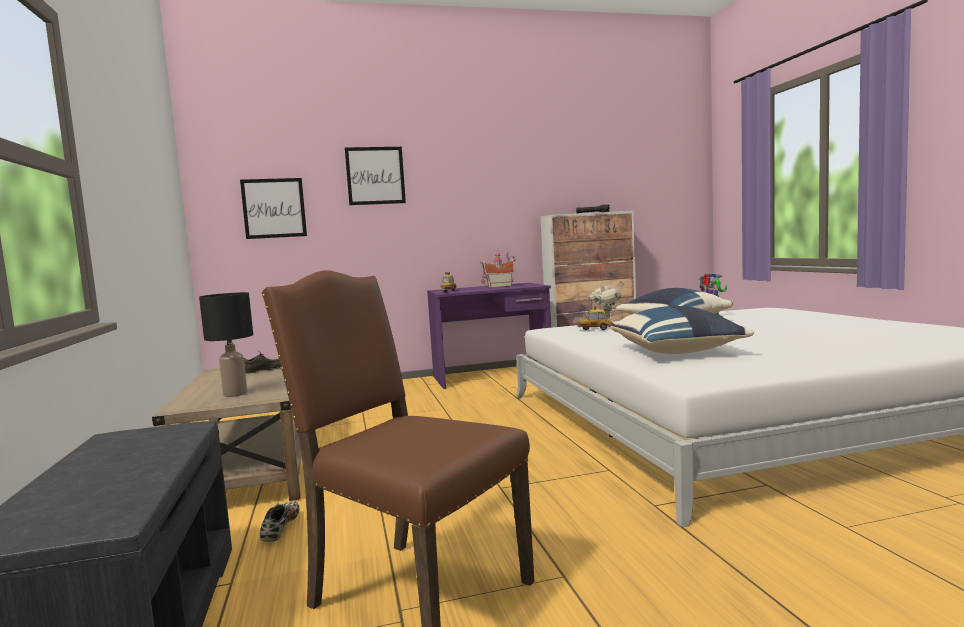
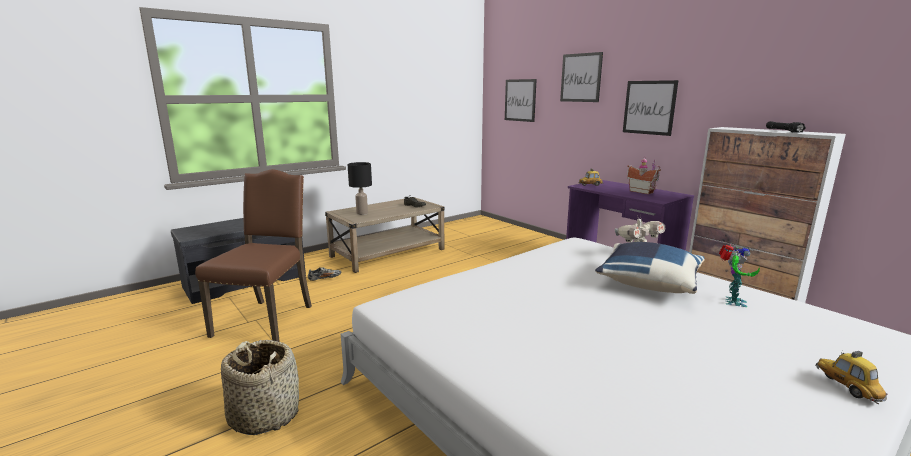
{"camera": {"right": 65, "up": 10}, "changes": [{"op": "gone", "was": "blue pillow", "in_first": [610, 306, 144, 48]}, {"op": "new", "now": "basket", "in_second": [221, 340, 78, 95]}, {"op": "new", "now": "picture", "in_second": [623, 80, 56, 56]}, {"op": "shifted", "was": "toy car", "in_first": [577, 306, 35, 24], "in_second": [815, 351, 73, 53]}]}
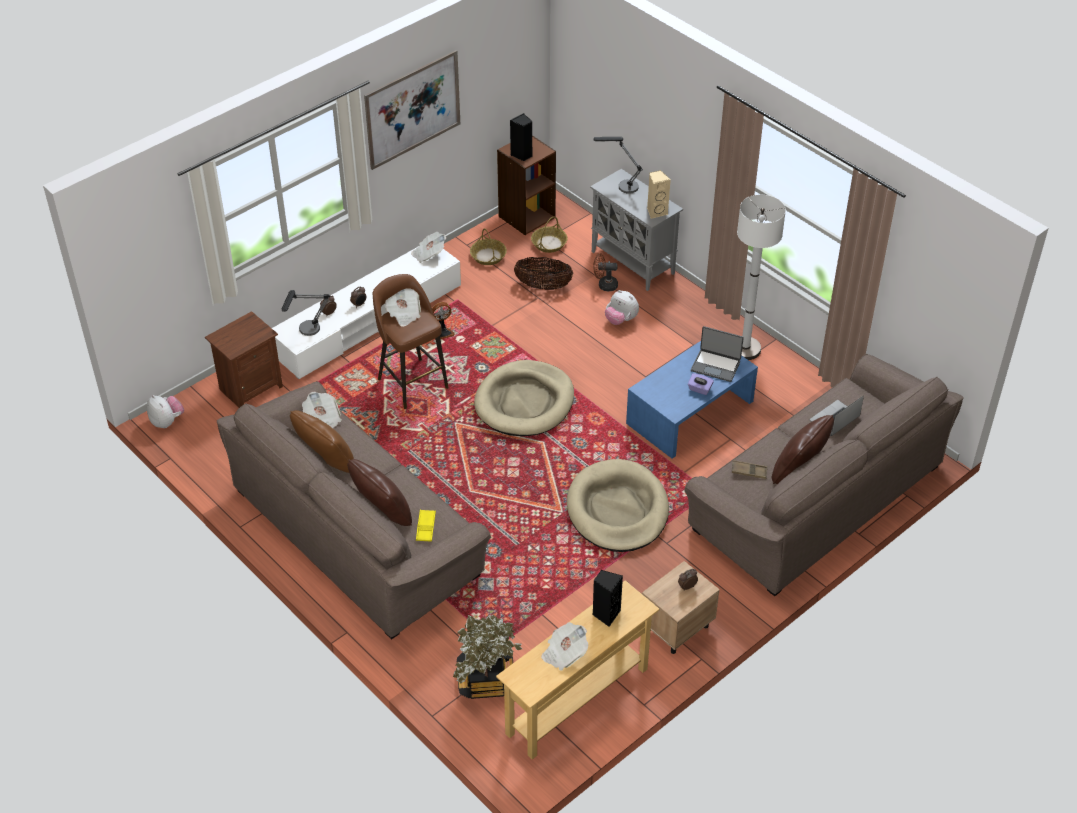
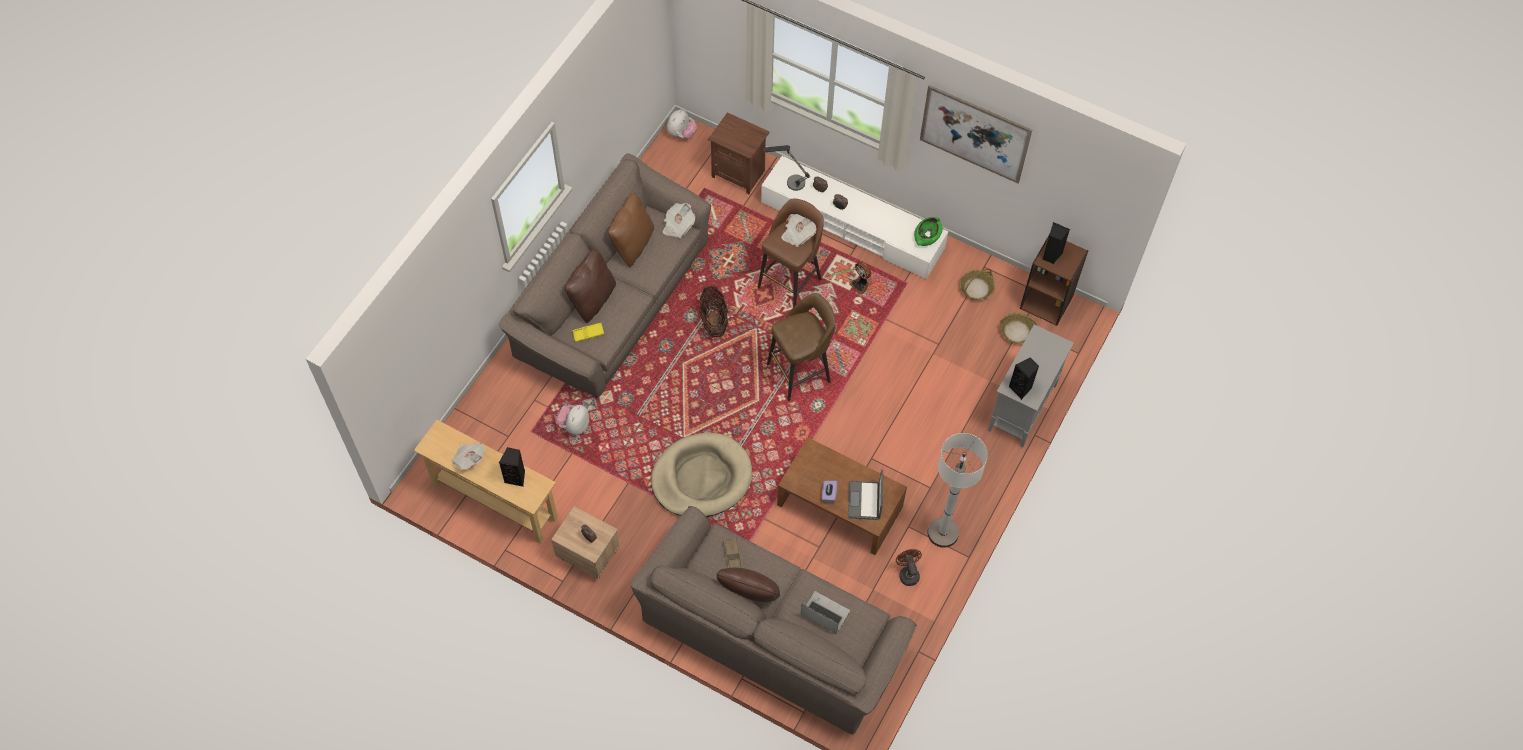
{"camera": {"right": 70, "up": 15}, "changes": [{"op": "gone", "was": "potted plant", "in_first": [453, 615, 69, 84]}, {"op": "gone", "was": "table lamp", "in_first": [593, 137, 50, 57]}, {"op": "shifted", "was": "basket", "in_first": [514, 257, 59, 33], "in_second": [700, 286, 28, 52]}, {"op": "shifted", "was": "brown fan", "in_first": [593, 253, 25, 38], "in_second": [896, 549, 26, 37]}, {"op": "shifted", "was": "plush toy", "in_first": [605, 290, 34, 35], "in_second": [555, 405, 34, 30]}, {"op": "swapped", "was": "newspaper", "now": "green bowl", "in_first": [411, 232, 35, 31], "in_second": [914, 217, 29, 29]}, {"op": "swapped", "was": "beige dog bed", "now": "brown stool", "in_first": [474, 360, 100, 76], "in_second": [767, 293, 69, 108]}, {"op": "repainted", "was": "blue coffee table", "now": "brown coffee table", "in_first": [626, 341, 132, 117], "in_second": [777, 437, 130, 118]}, {"op": "repainted", "was": "beige speaker", "now": "black speaker", "in_first": [647, 170, 24, 49], "in_second": [1009, 357, 30, 43]}]}
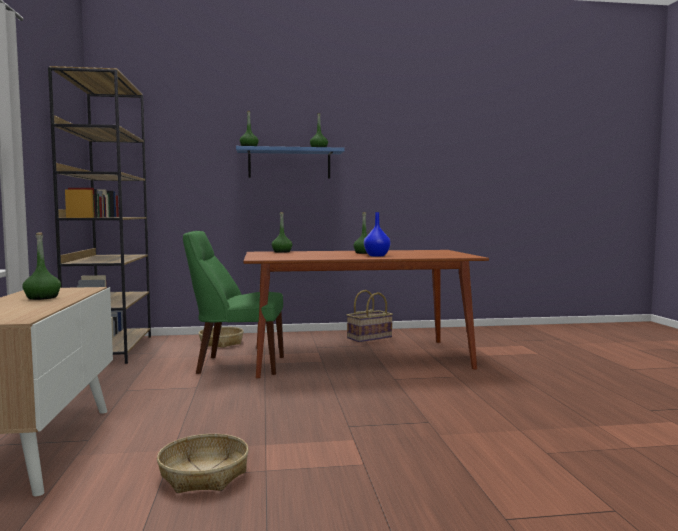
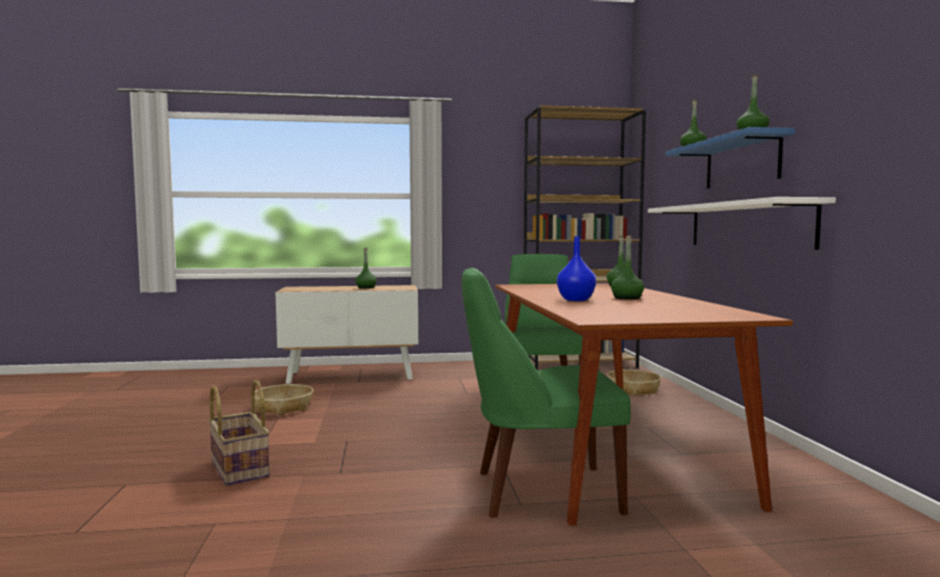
{"camera": {"right": 90, "up": 0}, "changes": [{"op": "new", "now": "green chair", "in_second": [462, 268, 169, 250]}, {"op": "new", "now": "white shelf", "in_second": [648, 197, 188, 53]}, {"op": "shifted", "was": "basket", "in_first": [347, 290, 46, 52], "in_second": [208, 380, 62, 106]}]}
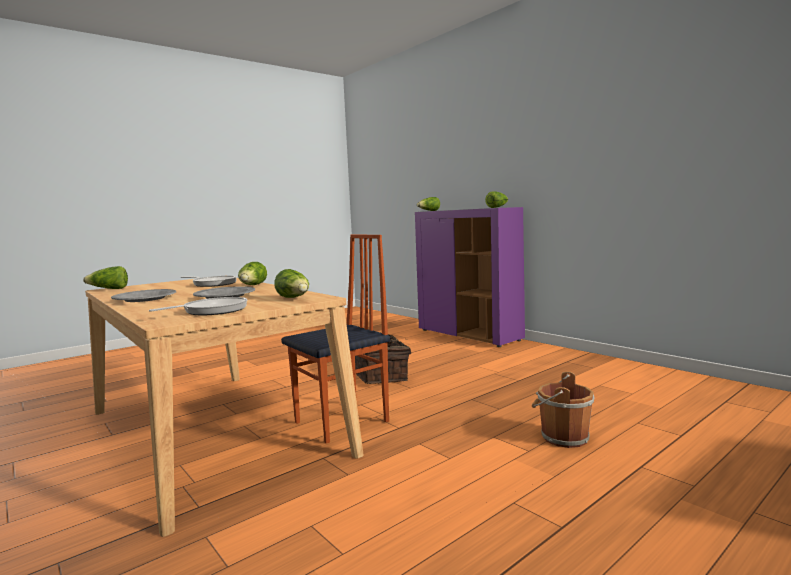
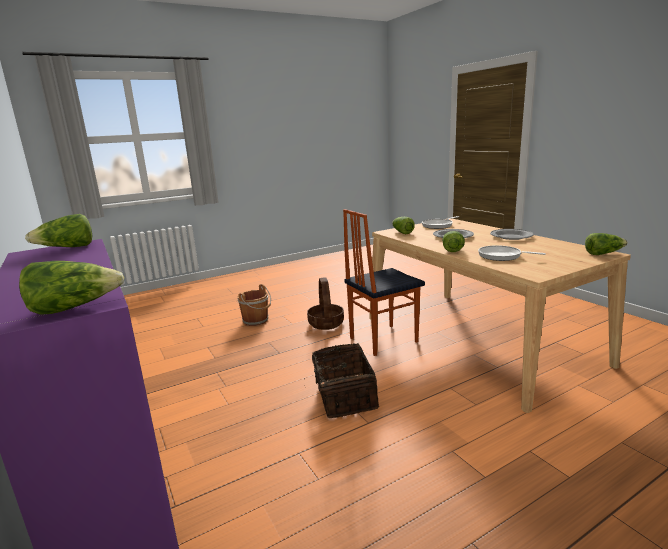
{"camera": {"right": -170, "up": 10}, "changes": [{"op": "new", "now": "basket", "in_second": [307, 278, 37, 52]}]}
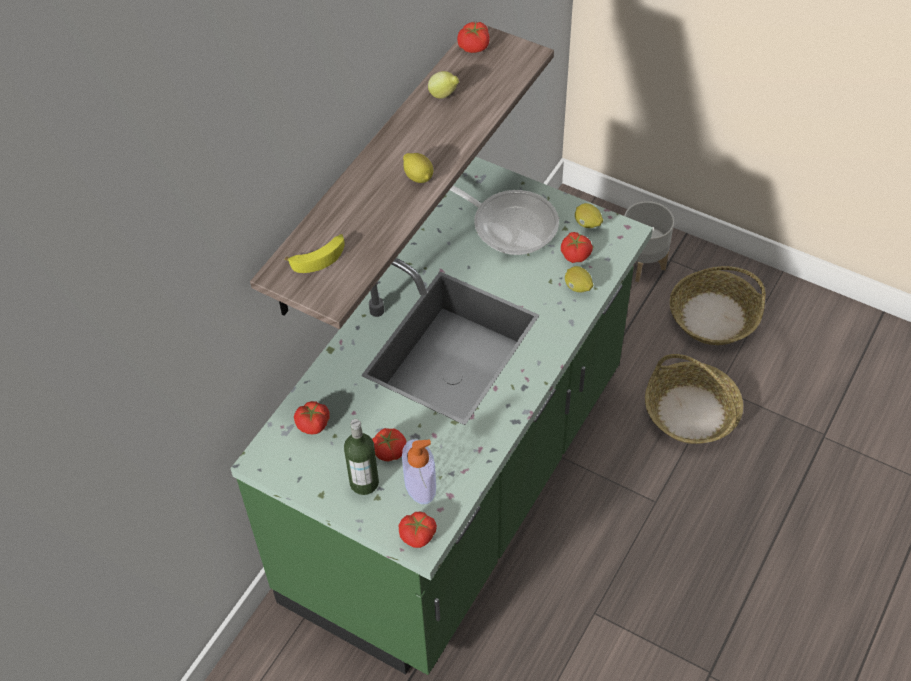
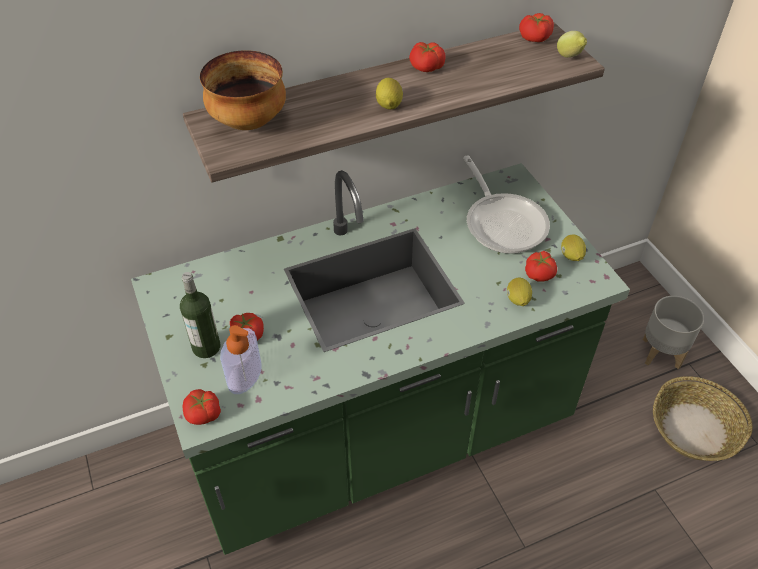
{"camera": {"right": 35, "up": -5}, "changes": [{"op": "gone", "was": "basket", "in_first": [645, 354, 98, 90]}, {"op": "shifted", "was": "tomato", "in_first": [294, 401, 36, 34], "in_second": [409, 42, 37, 30]}, {"op": "shifted", "was": "lemon", "in_first": [428, 71, 31, 28], "in_second": [557, 31, 30, 27]}, {"op": "swapped", "was": "banana", "now": "bowl", "in_first": [285, 234, 60, 39], "in_second": [200, 50, 86, 80]}]}
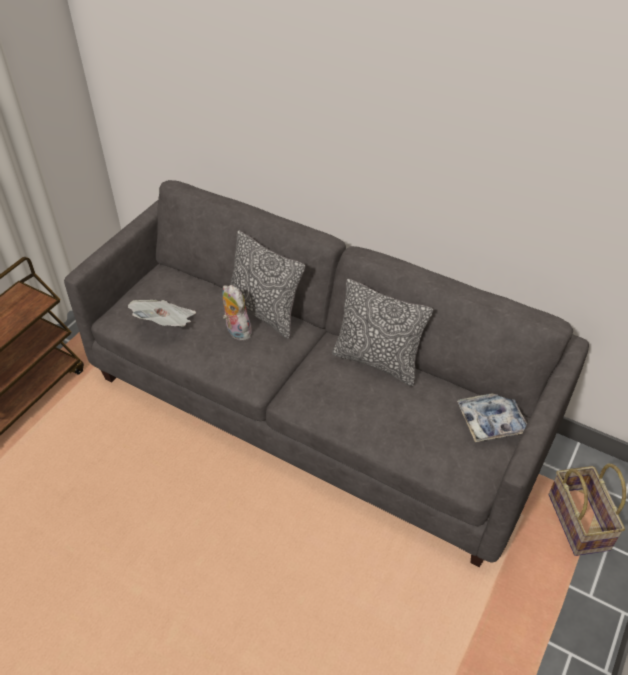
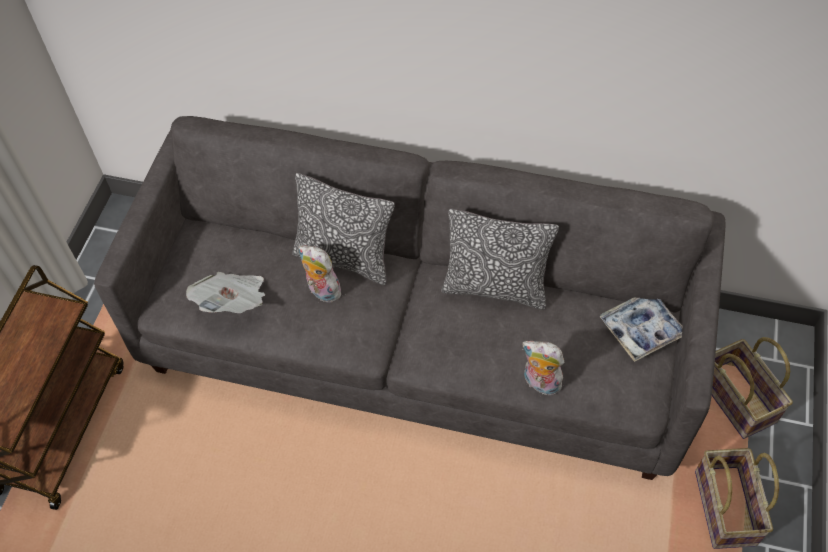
{"camera": {"right": -15, "up": 10}, "changes": [{"op": "new", "now": "plush toy", "in_second": [523, 341, 41, 54]}, {"op": "new", "now": "basket", "in_second": [695, 448, 84, 101]}]}
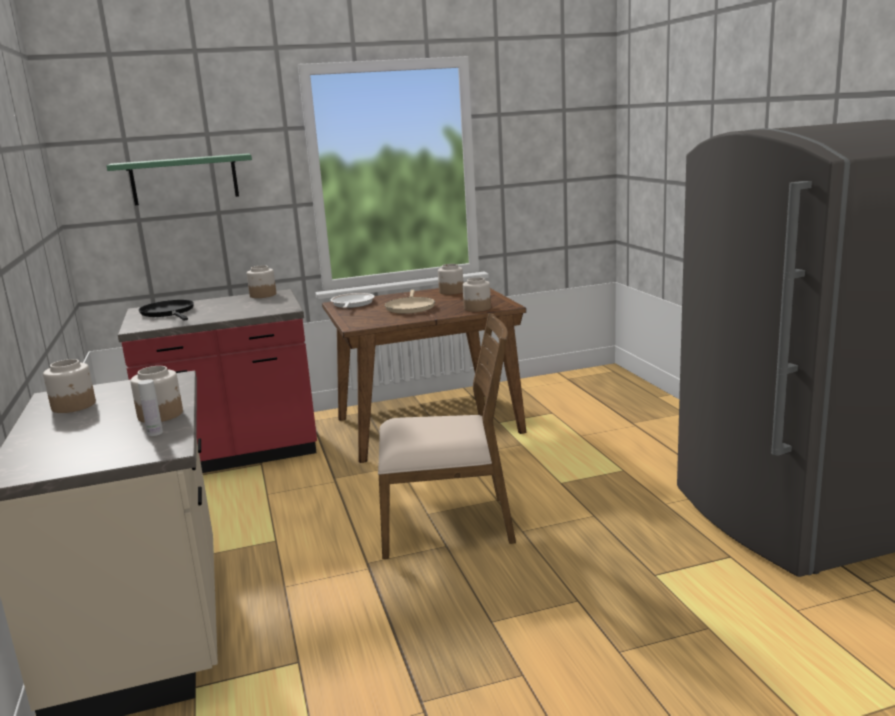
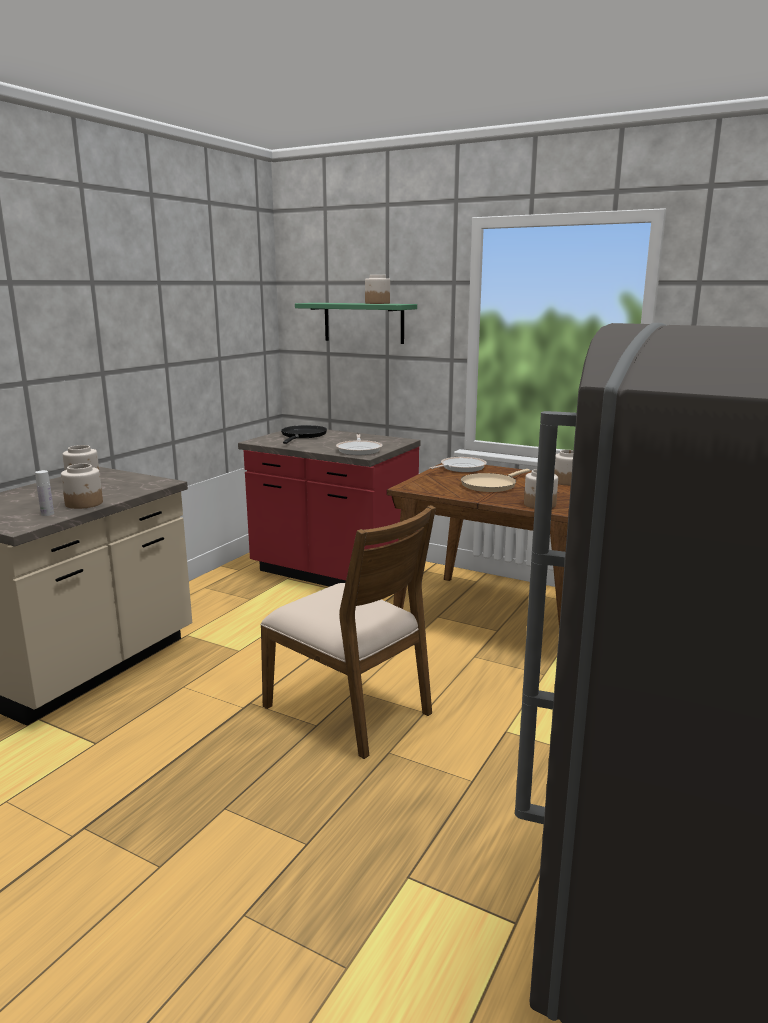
{"camera": {"right": 45, "up": 0}, "changes": [{"op": "new", "now": "frying pan", "in_second": [336, 434, 46, 21]}, {"op": "shifted", "was": "jar", "in_first": [247, 265, 29, 33], "in_second": [365, 275, 25, 29]}]}
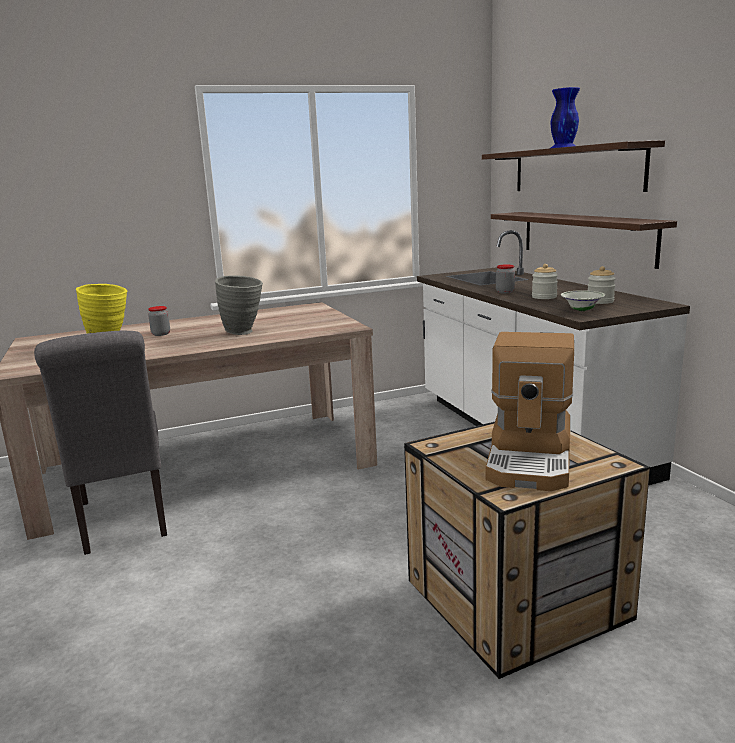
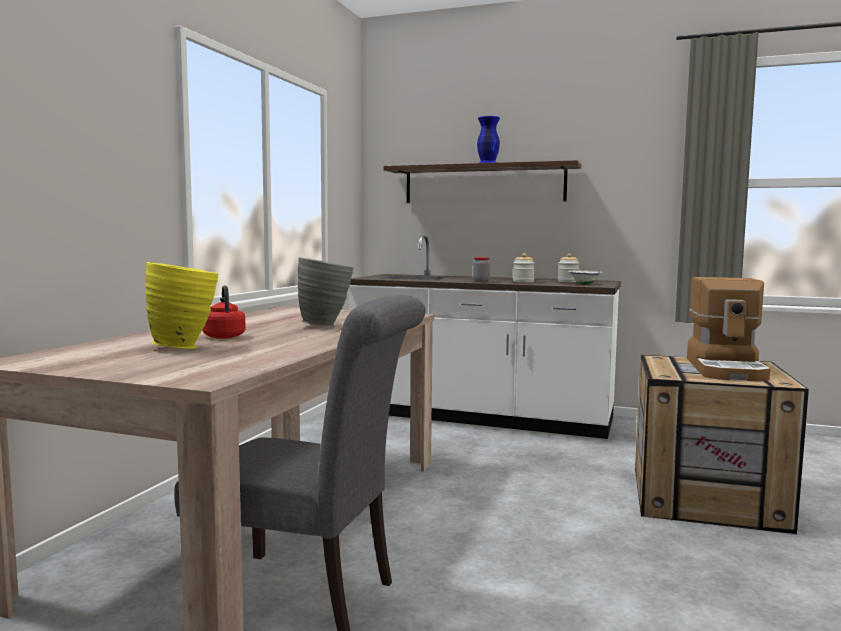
{"camera": {"right": -50, "up": -10}, "changes": [{"op": "gone", "was": "shelf", "in_first": [491, 212, 186, 57]}, {"op": "swapped", "was": "jar", "now": "red kettle", "in_first": [148, 306, 22, 30], "in_second": [202, 285, 44, 54]}, {"op": "rotated", "was": "coffee machine", "in_first": [486, 332, 88, 159], "in_second": [687, 277, 83, 105], "clockwise": 45}]}
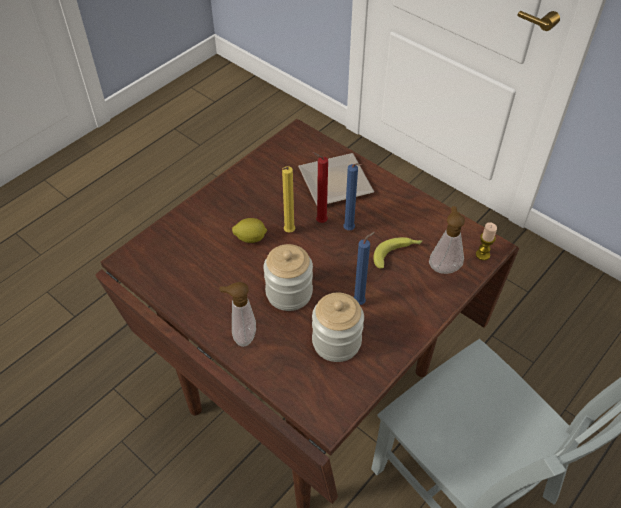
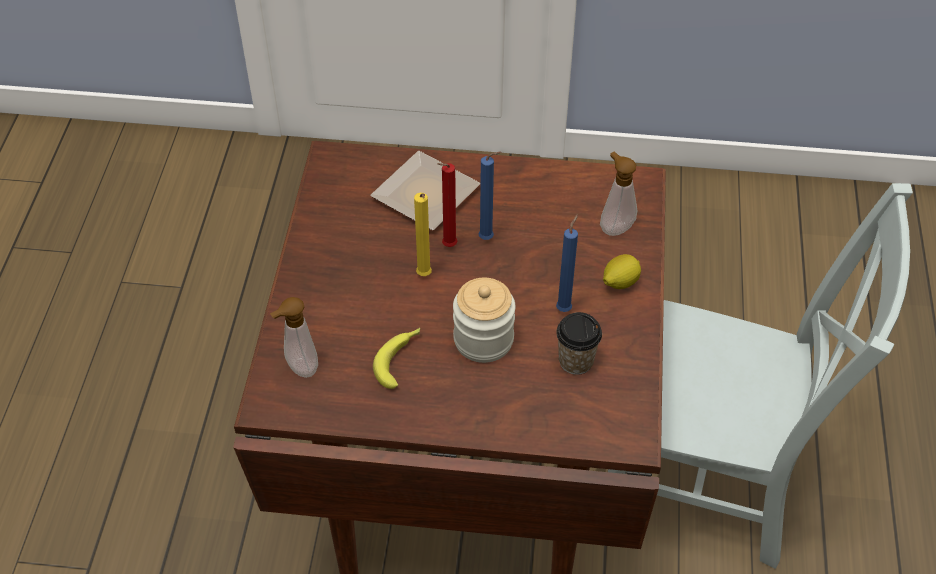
{"camera": {"right": -35, "up": 0}, "changes": [{"op": "gone", "was": "candle", "in_first": [476, 222, 21, 38]}, {"op": "shifted", "was": "soap dispenser", "in_first": [219, 282, 37, 65], "in_second": [270, 297, 48, 81]}, {"op": "shifted", "was": "lemon", "in_first": [232, 218, 35, 25], "in_second": [603, 254, 38, 35]}, {"op": "shifted", "was": "banana", "in_first": [373, 237, 49, 32], "in_second": [373, 328, 47, 61]}, {"op": "swapped", "was": "jar", "now": "cup", "in_first": [312, 293, 52, 69], "in_second": [556, 312, 46, 63]}]}
